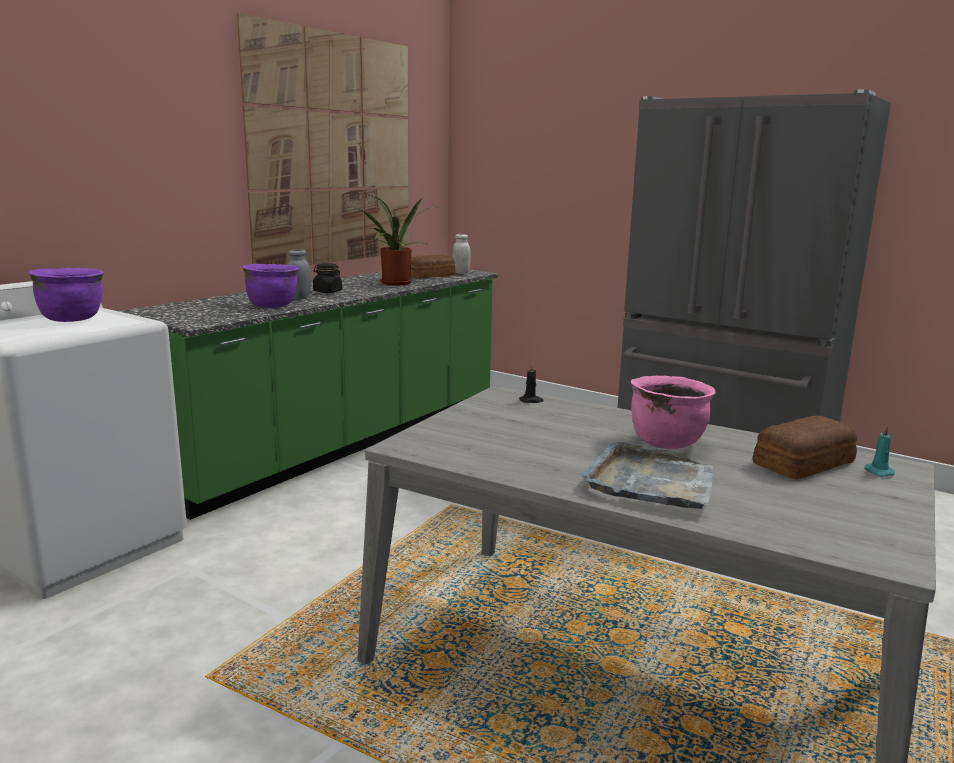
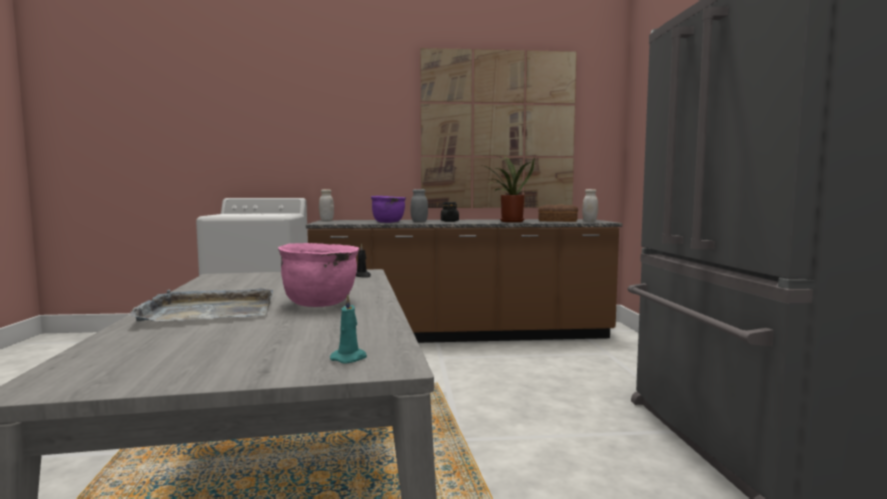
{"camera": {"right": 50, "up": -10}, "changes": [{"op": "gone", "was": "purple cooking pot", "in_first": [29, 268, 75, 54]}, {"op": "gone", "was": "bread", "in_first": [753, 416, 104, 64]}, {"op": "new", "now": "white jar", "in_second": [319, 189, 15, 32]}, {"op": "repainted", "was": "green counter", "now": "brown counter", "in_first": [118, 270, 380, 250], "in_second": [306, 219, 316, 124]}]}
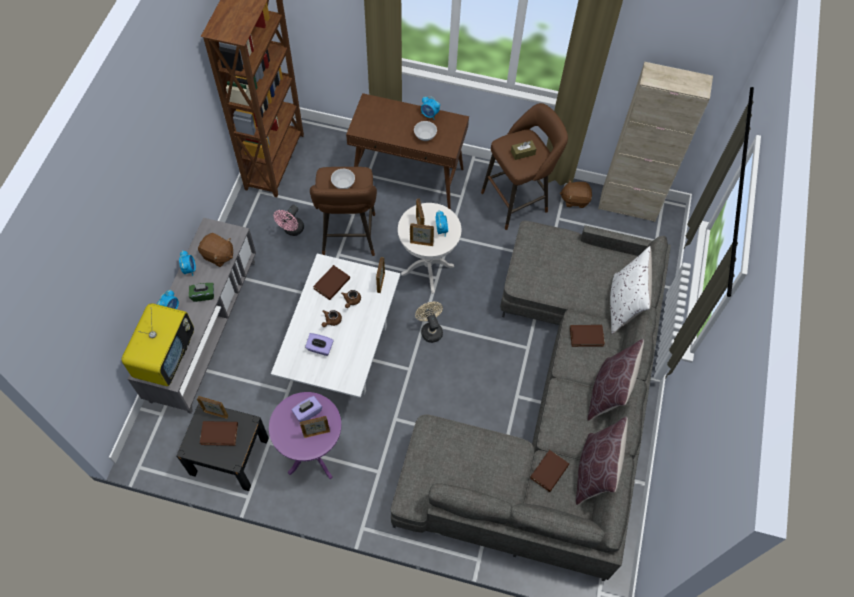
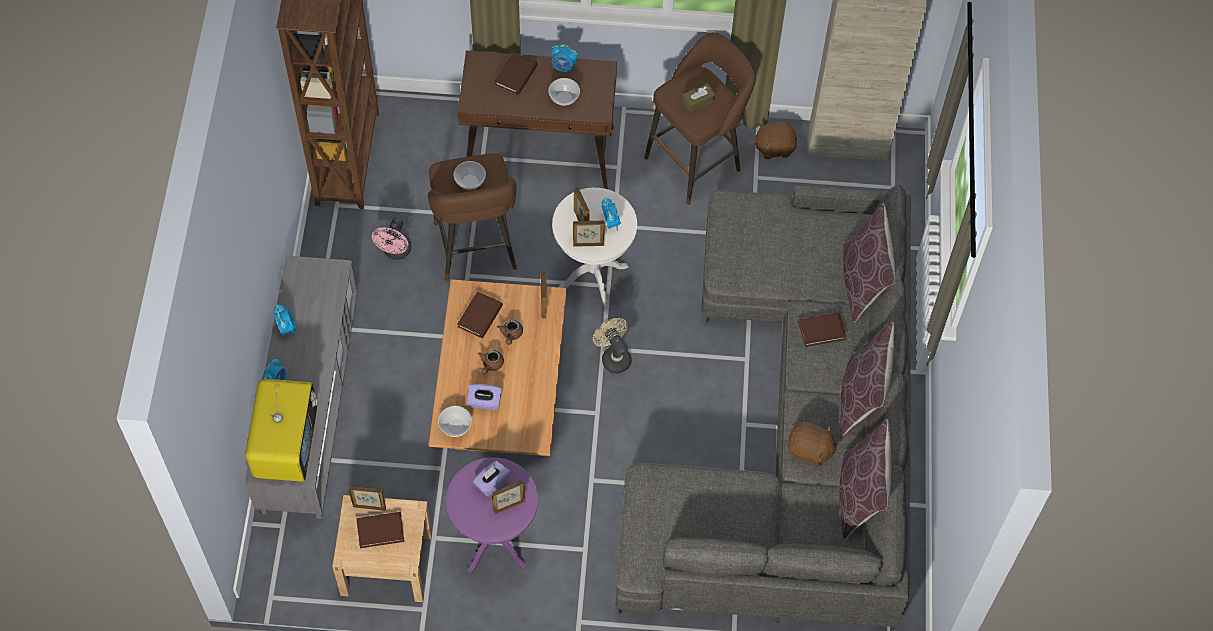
{"camera": {"right": -10, "up": 0}, "changes": [{"op": "gone", "was": "green tissue box", "in_first": [189, 283, 25, 19]}, {"op": "new", "now": "bowl", "in_second": [438, 406, 34, 31]}, {"op": "shifted", "was": "brown plush toy", "in_first": [198, 233, 35, 34], "in_second": [788, 422, 50, 45]}, {"op": "shifted", "was": "brown book", "in_first": [530, 450, 39, 42], "in_second": [494, 52, 44, 43]}, {"op": "repainted", "was": "black nightstand", "now": "beige nightstand", "in_first": [176, 403, 93, 88], "in_second": [332, 495, 100, 107]}, {"op": "repainted", "was": "white coffee table", "now": "brown coffee table", "in_first": [271, 253, 129, 145], "in_second": [429, 279, 138, 177]}, {"op": "repainted", "was": "white pillow", "now": "brown pillow", "in_first": [610, 246, 42, 88], "in_second": [843, 203, 52, 120]}]}
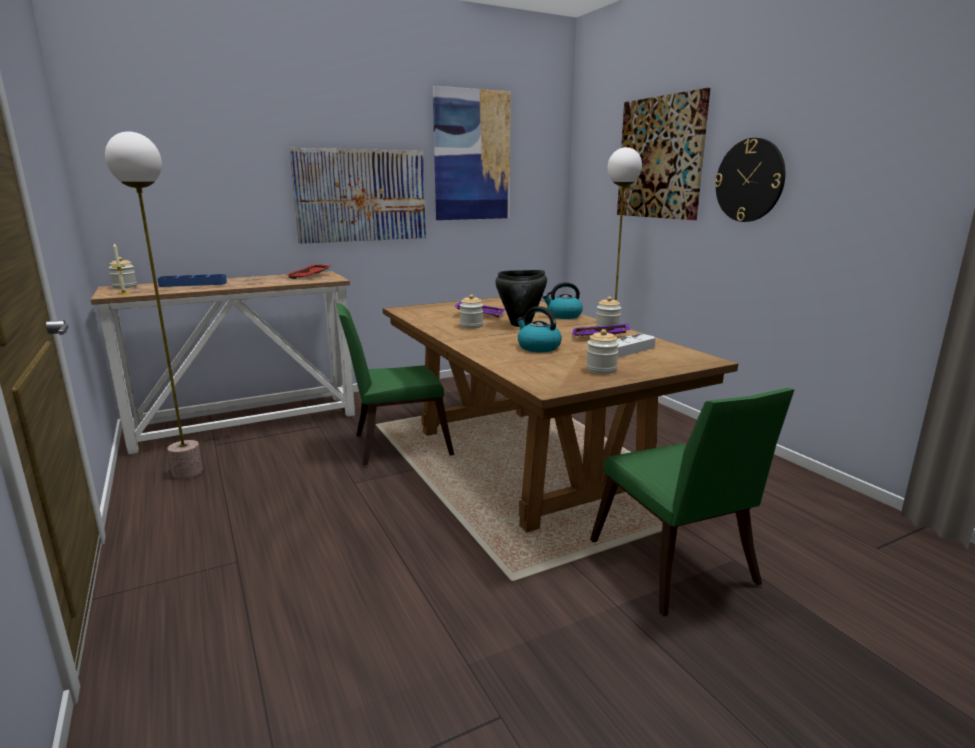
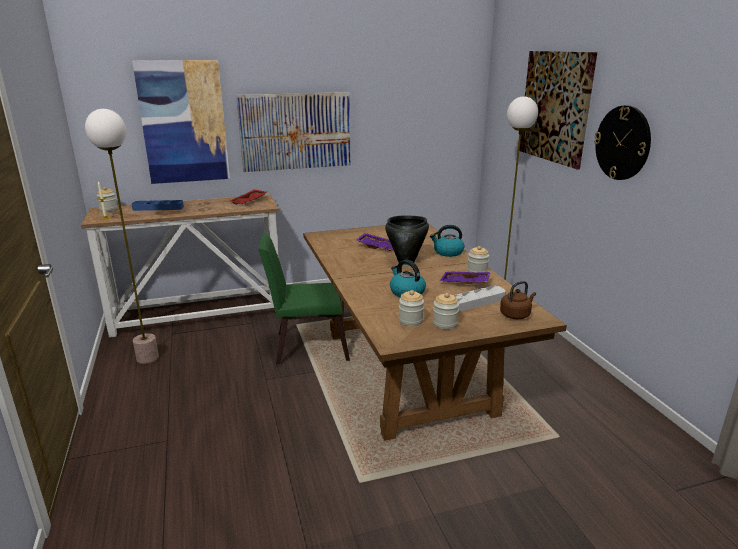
{"camera": {"right": 10, "up": 5}, "changes": [{"op": "gone", "was": "green chair", "in_first": [590, 388, 205, 229]}, {"op": "new", "now": "brown kettle", "in_second": [500, 281, 36, 38]}, {"op": "shifted", "was": "picture", "in_first": [433, 86, 78, 134], "in_second": [132, 60, 98, 124]}, {"op": "shifted", "was": "jar", "in_first": [459, 294, 24, 35], "in_second": [399, 290, 25, 36]}]}
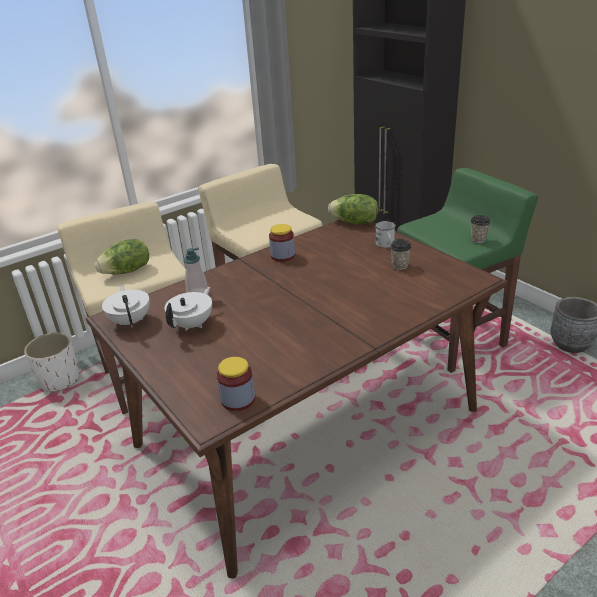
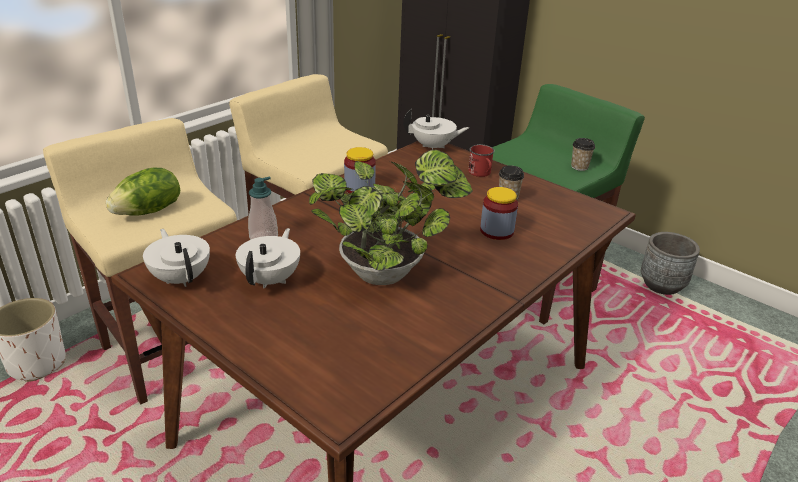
{"camera": {"right": -15, "up": 0}, "changes": [{"op": "new", "now": "potted plant", "in_second": [309, 149, 164, 136]}, {"op": "shifted", "was": "jar", "in_first": [217, 357, 38, 54], "in_second": [480, 187, 38, 53]}, {"op": "swapped", "was": "lettuce", "now": "white teapot", "in_first": [328, 194, 50, 30], "in_second": [403, 109, 66, 41]}, {"op": "repainted", "was": "white mug", "now": "red mug", "in_first": [375, 221, 21, 27], "in_second": [468, 144, 26, 33]}]}
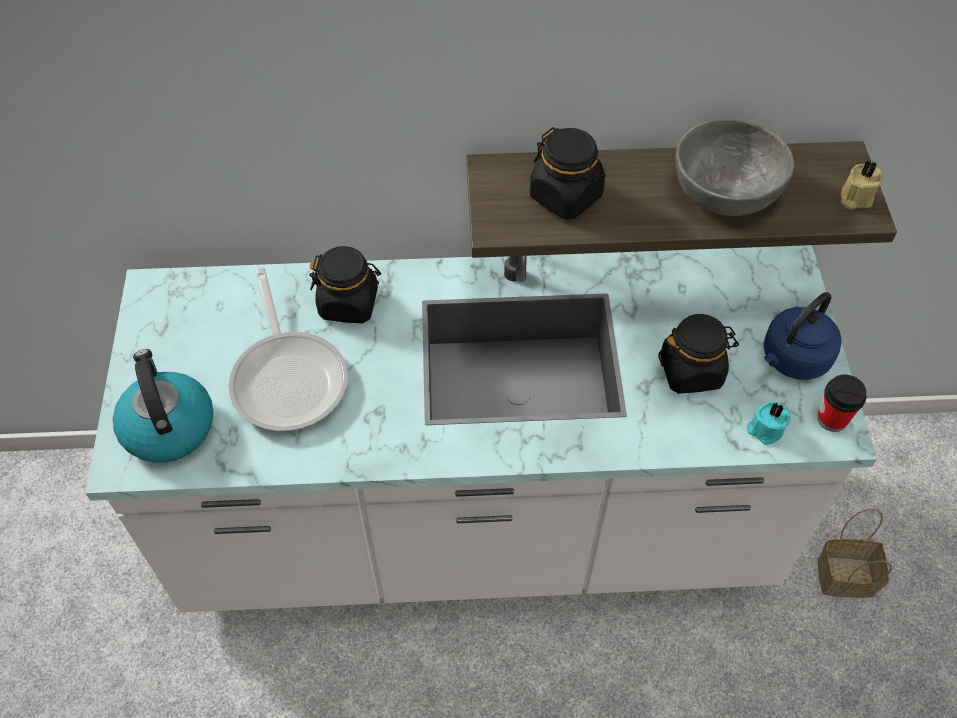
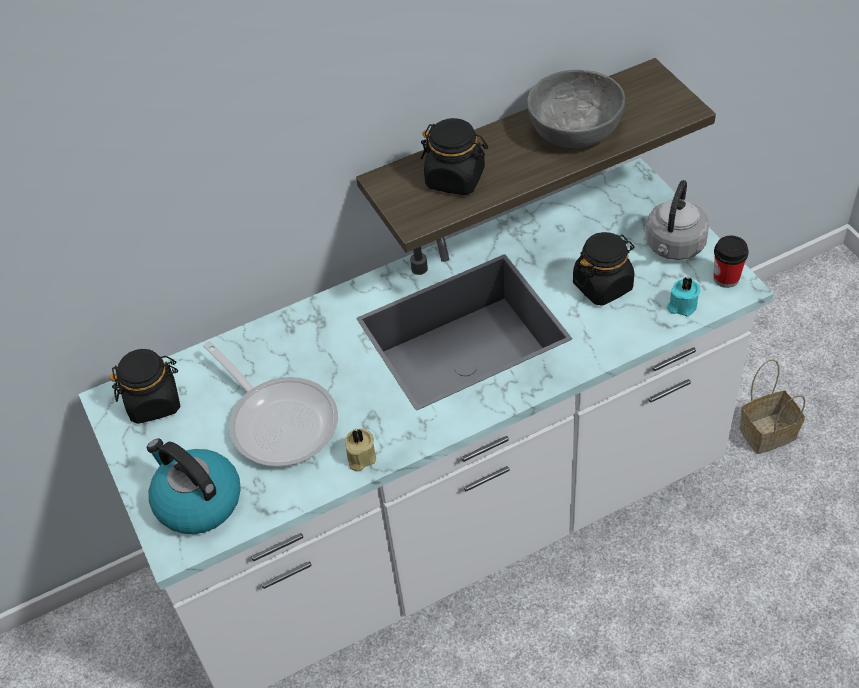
{"camera": {"right": -20, "up": -5}, "changes": [{"op": "shifted", "was": "black jar", "in_first": [309, 246, 72, 78], "in_second": [109, 349, 71, 75]}, {"op": "shifted", "was": "beige candle", "in_first": [841, 160, 43, 50], "in_second": [345, 429, 31, 42]}, {"op": "repainted", "was": "blue kettle", "now": "grey kettle", "in_first": [763, 292, 79, 88], "in_second": [646, 180, 63, 80]}]}
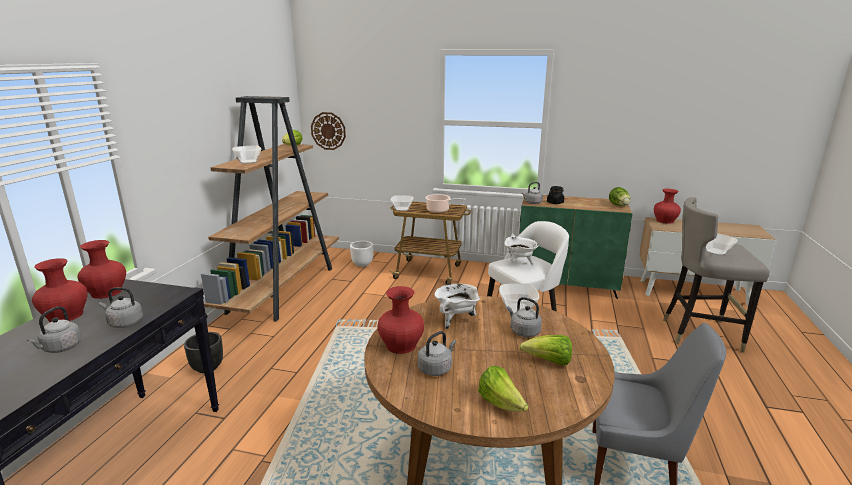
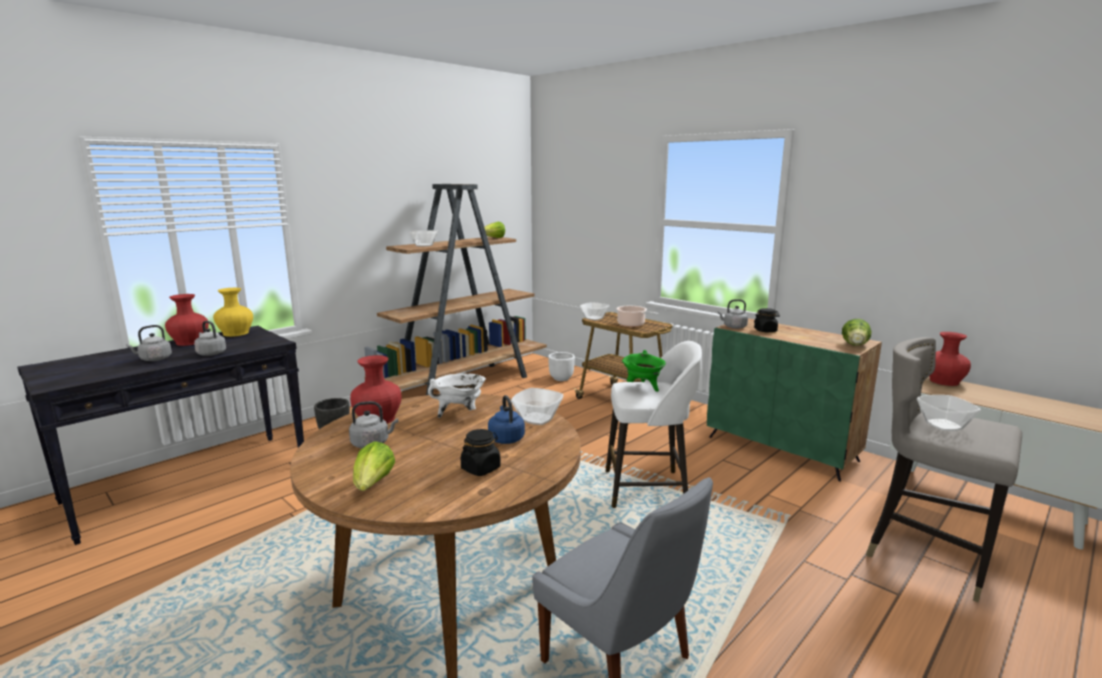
{"camera": {"right": 30, "up": -5}, "changes": [{"op": "gone", "was": "wall clock", "in_first": [311, 112, 35, 38]}, {"op": "swapped", "was": "lettuce", "now": "black jar", "in_first": [519, 335, 53, 30], "in_second": [461, 429, 40, 47]}, {"op": "repainted", "was": "red vase", "now": "yellow vase", "in_first": [77, 240, 49, 59], "in_second": [213, 288, 40, 49]}, {"op": "repainted", "was": "white cooking pot", "now": "green cooking pot", "in_first": [504, 233, 34, 32], "in_second": [622, 350, 44, 42]}, {"op": "repainted", "was": "grey kettle", "now": "blue kettle", "in_first": [507, 297, 35, 40], "in_second": [488, 395, 37, 49]}]}
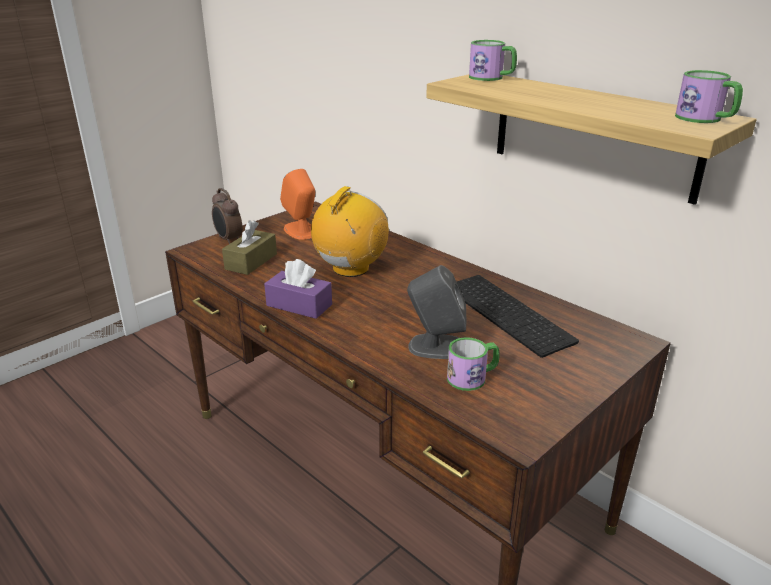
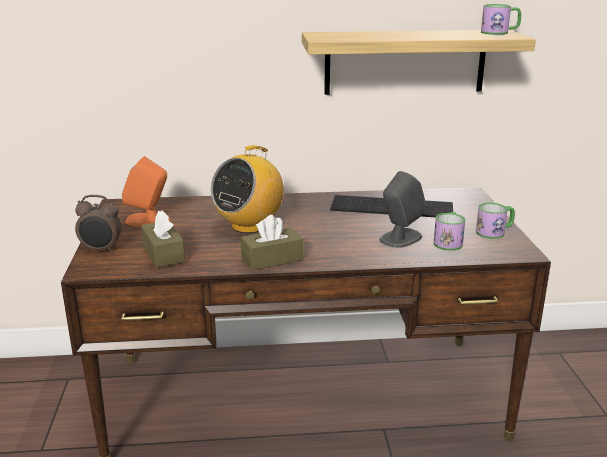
{"camera": {"right": -50, "up": -5}, "changes": [{"op": "shifted", "was": "mug", "in_first": [469, 40, 48, 41], "in_second": [476, 203, 39, 36]}, {"op": "repainted", "was": "purple tissue box", "now": "brown tissue box", "in_first": [264, 259, 68, 60], "in_second": [241, 215, 62, 56]}, {"op": "rotated", "was": "radio", "in_first": [311, 186, 78, 91], "in_second": [211, 145, 73, 88], "clockwise": -120}]}
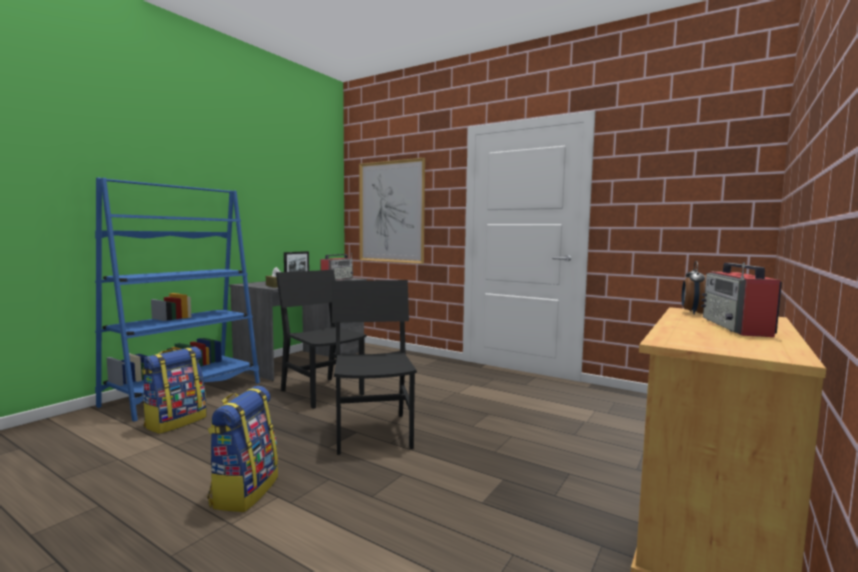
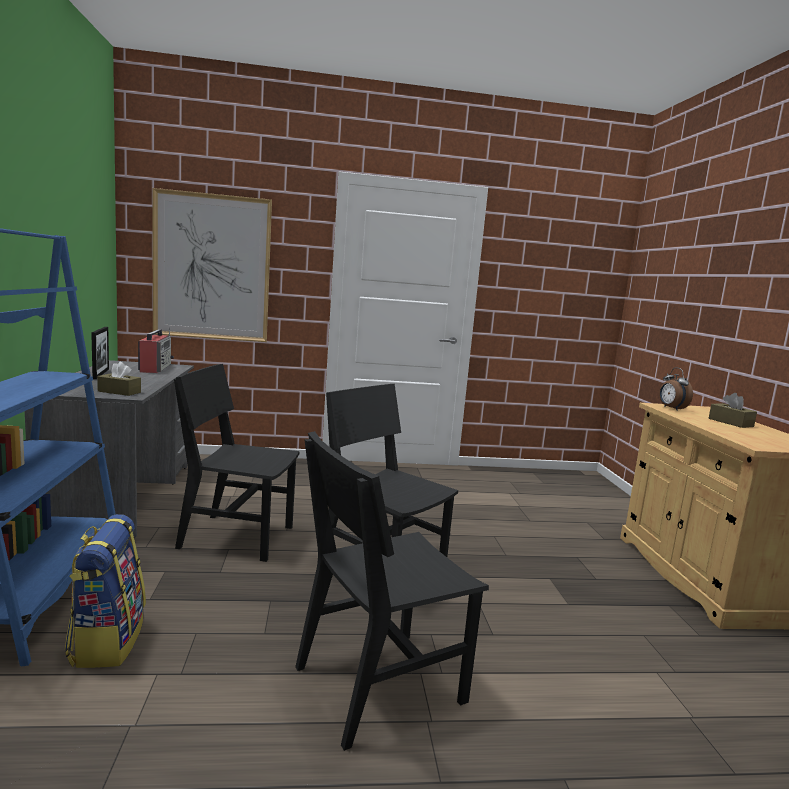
{"camera": {"right": -40, "up": 5}, "changes": [{"op": "swapped", "was": "backpack", "now": "black chair", "in_first": [207, 386, 71, 126], "in_second": [295, 431, 194, 320]}, {"op": "swapped", "was": "radio", "now": "brown tissue box", "in_first": [701, 262, 81, 75], "in_second": [709, 393, 48, 35]}]}
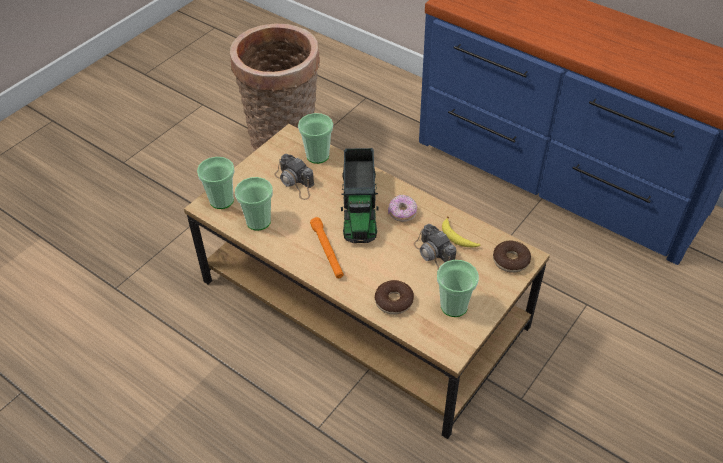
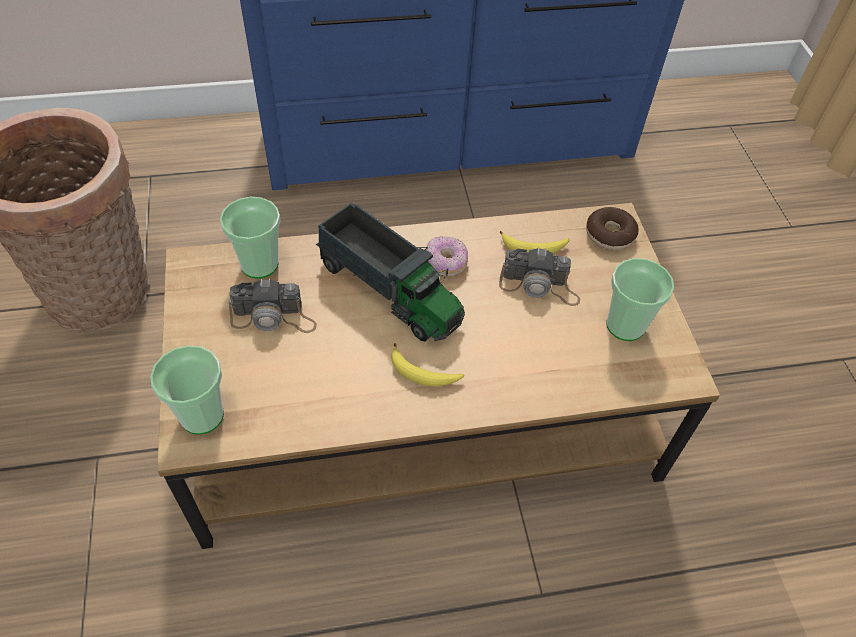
{"camera": {"right": -50, "up": 5}, "changes": [{"op": "gone", "was": "cup", "in_first": [235, 177, 38, 54]}, {"op": "gone", "was": "donut", "in_first": [375, 280, 39, 34]}, {"op": "swapped", "was": "orange flashlight", "now": "banana", "in_first": [310, 217, 34, 61], "in_second": [391, 343, 73, 43]}]}
